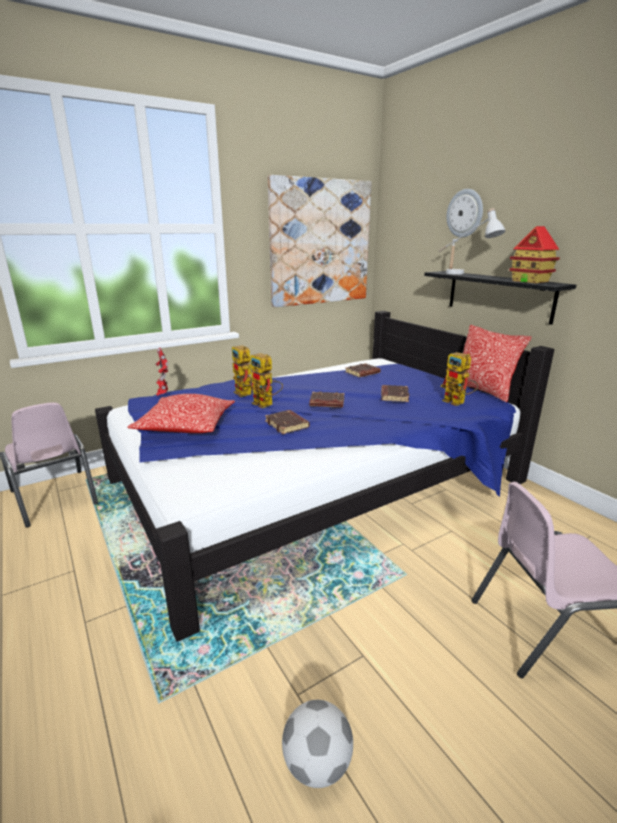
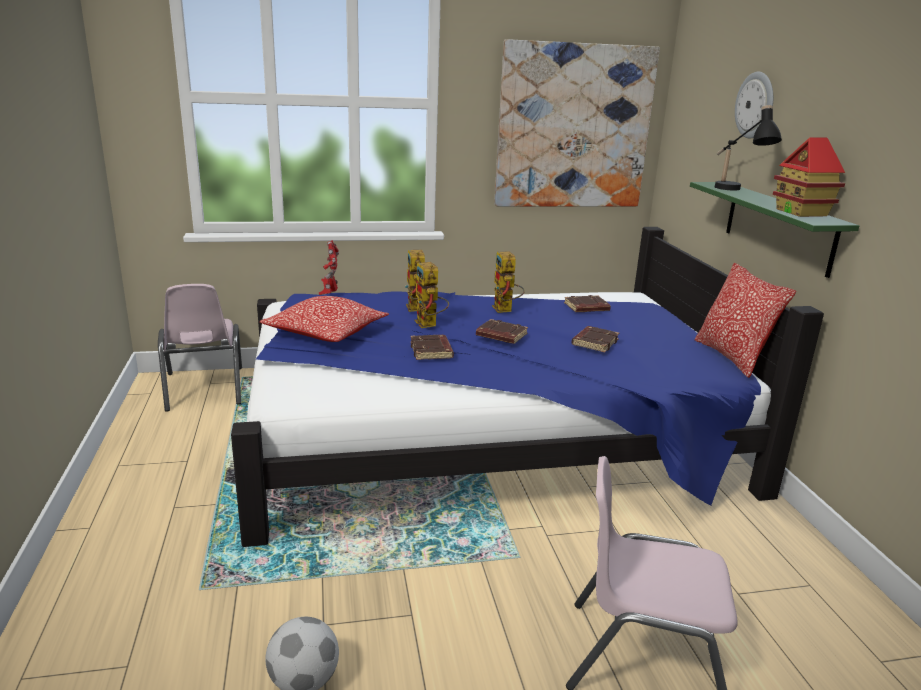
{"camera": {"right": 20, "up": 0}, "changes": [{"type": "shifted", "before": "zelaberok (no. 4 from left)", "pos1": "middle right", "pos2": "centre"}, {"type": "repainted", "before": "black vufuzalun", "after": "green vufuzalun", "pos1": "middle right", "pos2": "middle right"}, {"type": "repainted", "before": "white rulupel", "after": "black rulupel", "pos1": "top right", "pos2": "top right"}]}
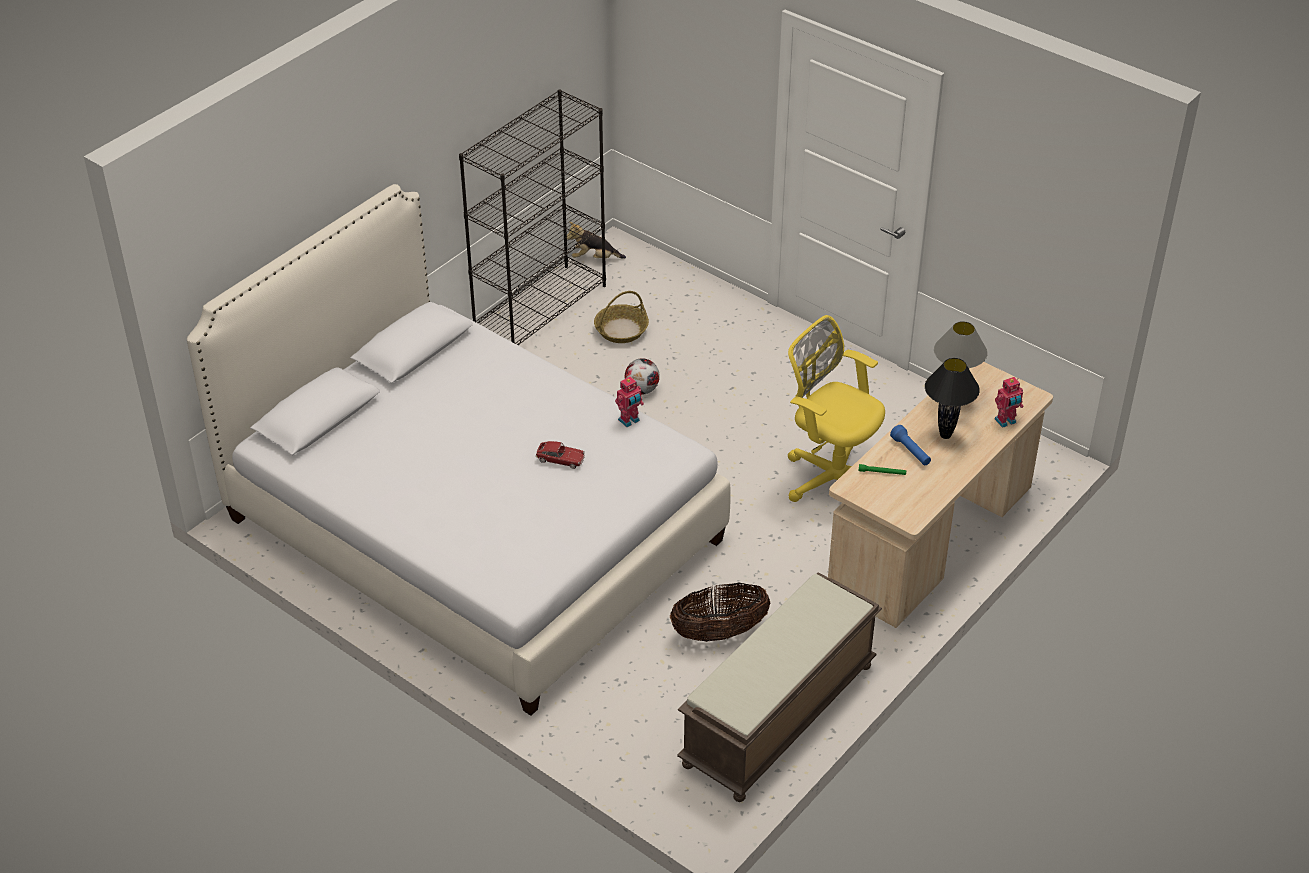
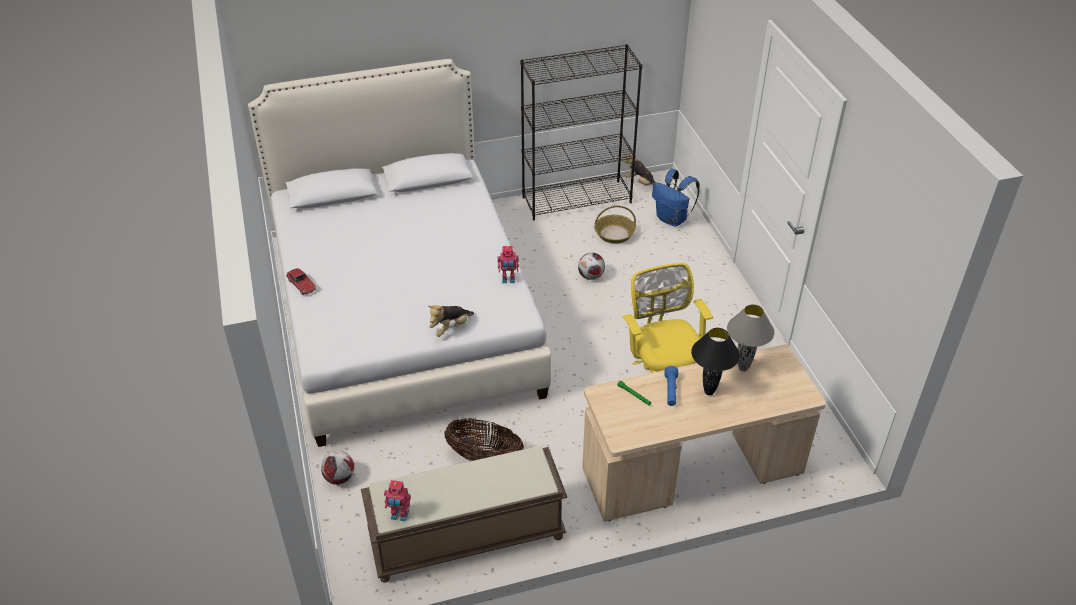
{"camera": {"right": 35, "up": 0}, "changes": [{"type": "shifted", "before": "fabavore", "pos1": "centre", "pos2": "middle left"}, {"type": "new", "after": "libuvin (no. 1 from left)", "pos2": "bottom left"}, {"type": "shifted", "before": "zelaberok (no. 2 from left in the first image)", "after": "zelaberok (no. 1 from left)", "pos1": "middle right", "pos2": "bottom centre"}, {"type": "new", "after": "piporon (no. 1 from left)", "pos2": "centre"}, {"type": "new", "after": "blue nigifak", "pos2": "top centre"}]}
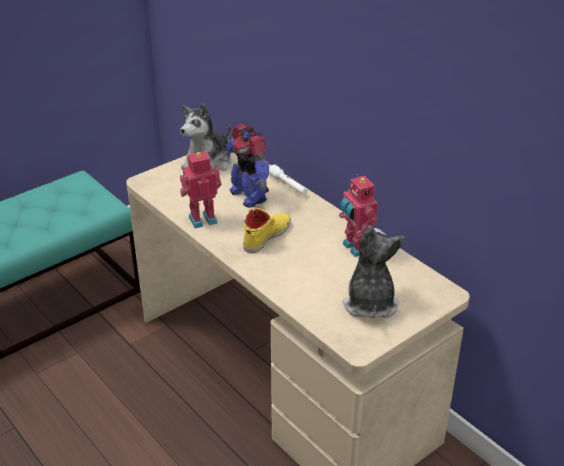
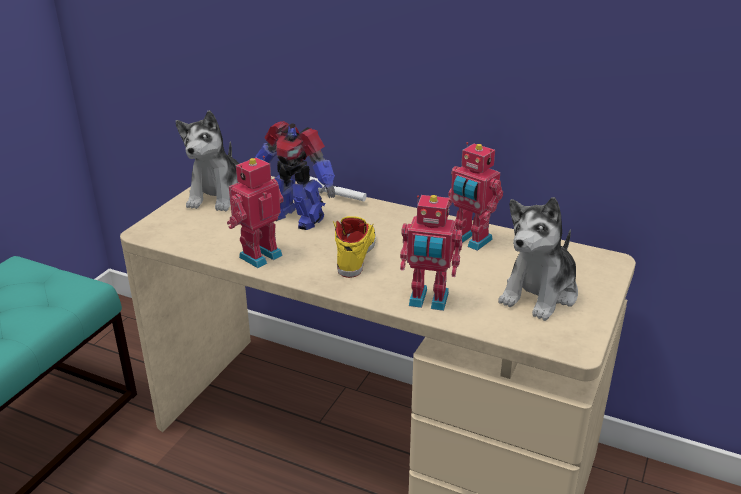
{"camera": {"right": -25, "up": -5}, "changes": [{"type": "new", "after": "zelaberok (no. 3 from left)", "pos2": "centre"}, {"type": "rotated", "before": "piporon (no. 2 from left)", "pos1": "centre", "pos2": "middle right", "turn": -120}]}
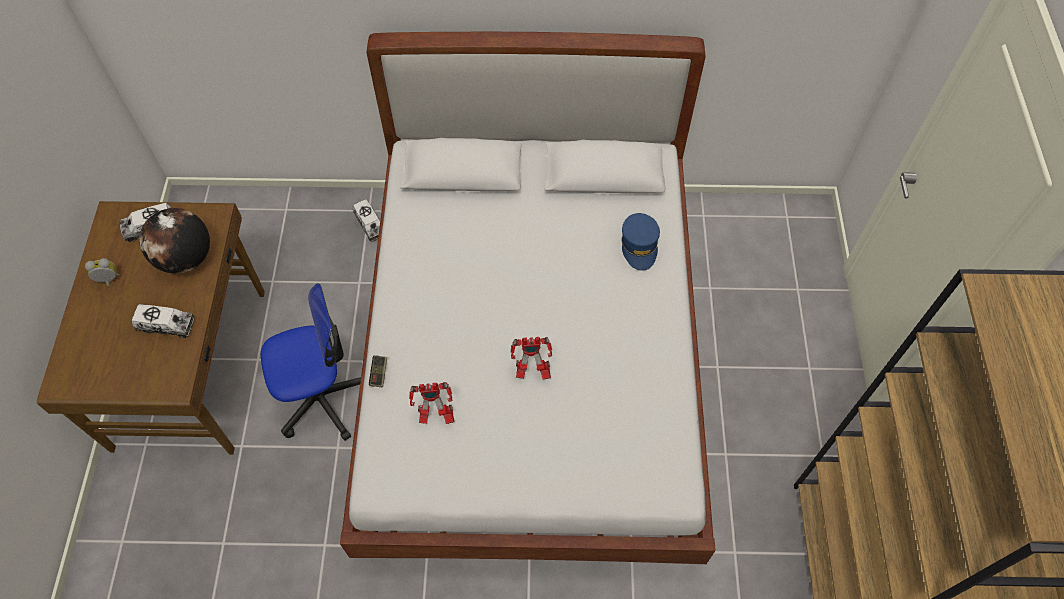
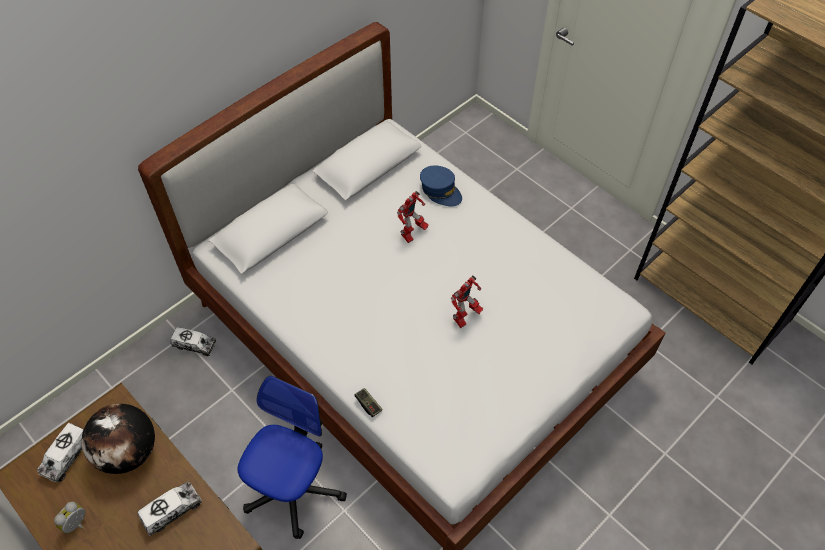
{"camera": {"right": -45, "up": -5}, "changes": [{"type": "shifted", "before": "zelaberok (no. 1 from left)", "pos1": "bottom centre", "pos2": "centre"}]}
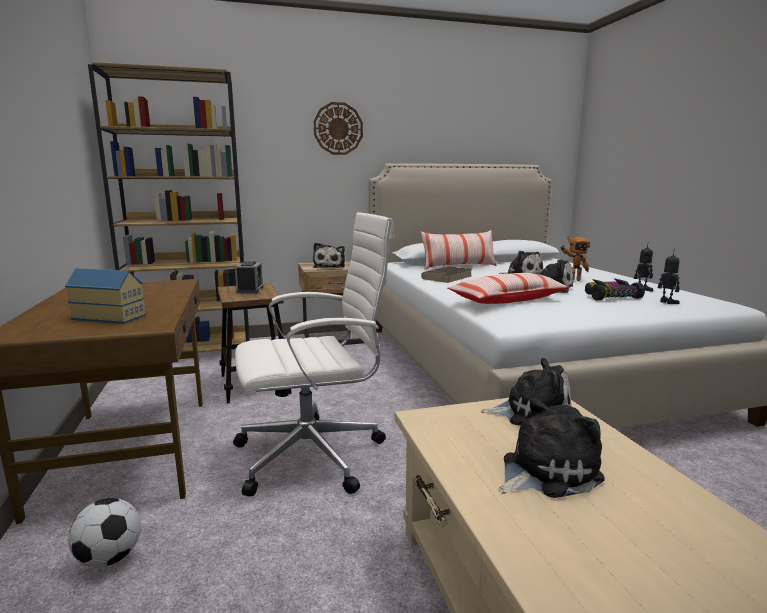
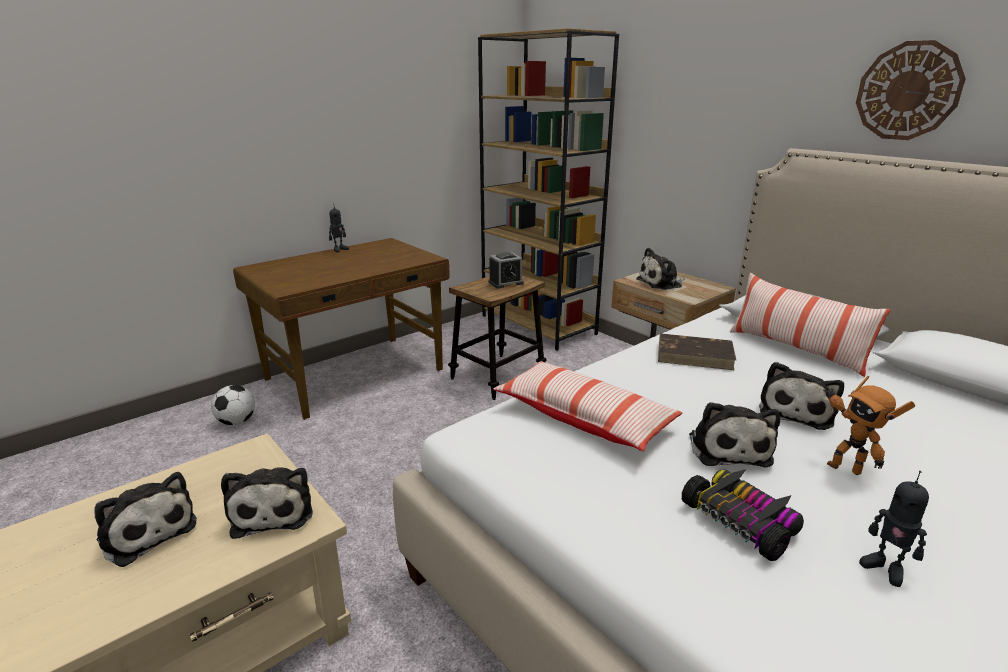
{"camera": {"right": 65, "up": 10}, "changes": [{"type": "shifted", "before": "zelaberok (no. 3 from left in the first image)", "after": "zelaberok (no. 1 from left)", "pos1": "middle right", "pos2": "centre"}, {"type": "shifted", "before": "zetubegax", "pos1": "top centre", "pos2": "top right"}, {"type": "gone", "before": "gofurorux", "pos1": "middle left"}, {"type": "gone", "before": "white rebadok", "pos1": "centre"}]}
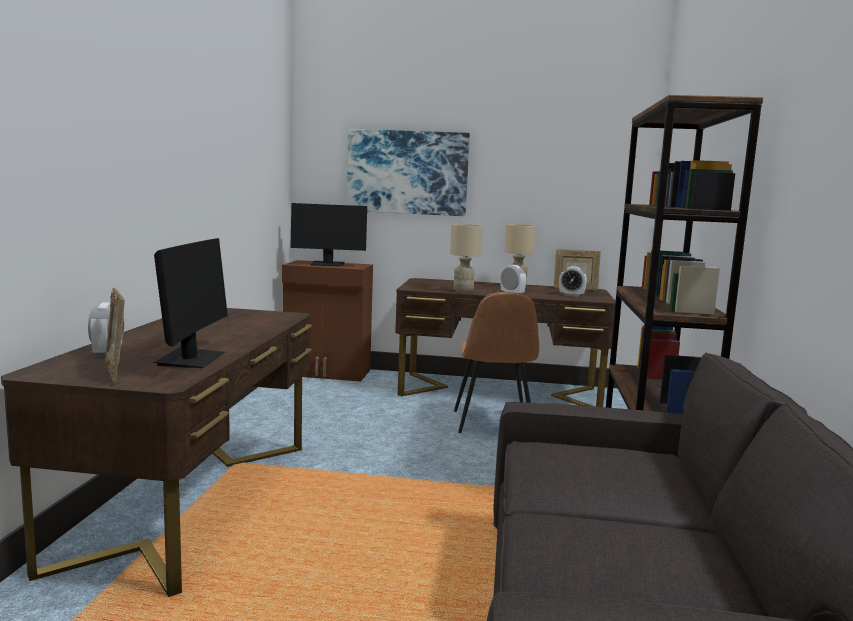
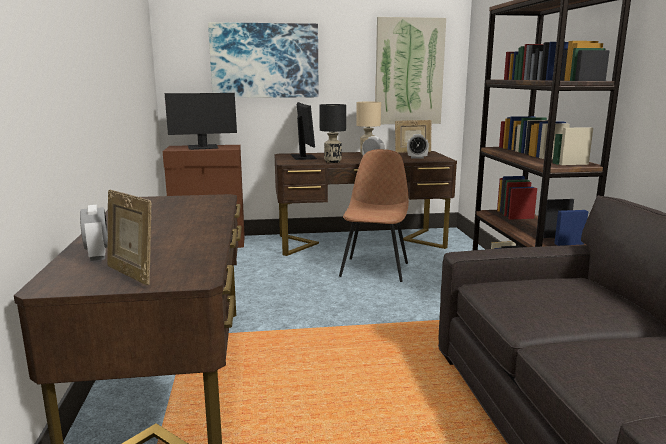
{"camera": {"right": -15, "up": 5}, "changes": [{"type": "shifted", "before": "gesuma (no. 1 from left in the first image)", "after": "gesuma (no. 2 from left)", "pos1": "middle left", "pos2": "top centre"}, {"type": "repainted", "before": "beige rulupel (no. 1 from left)", "after": "black rulupel", "pos1": "centre", "pos2": "top centre"}, {"type": "rotated", "before": "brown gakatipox", "pos1": "centre", "pos2": "centre", "turn": -150}, {"type": "new", "after": "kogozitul (no. 2 from left)", "pos2": "top centre"}]}
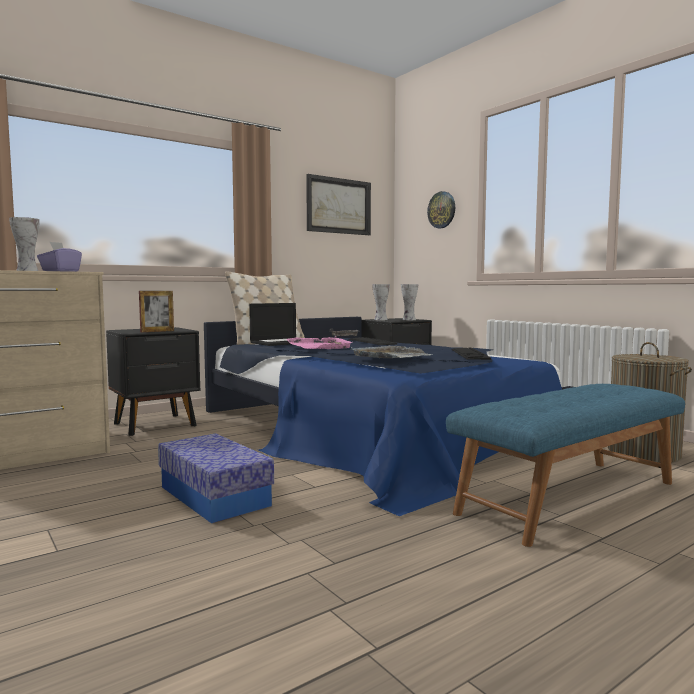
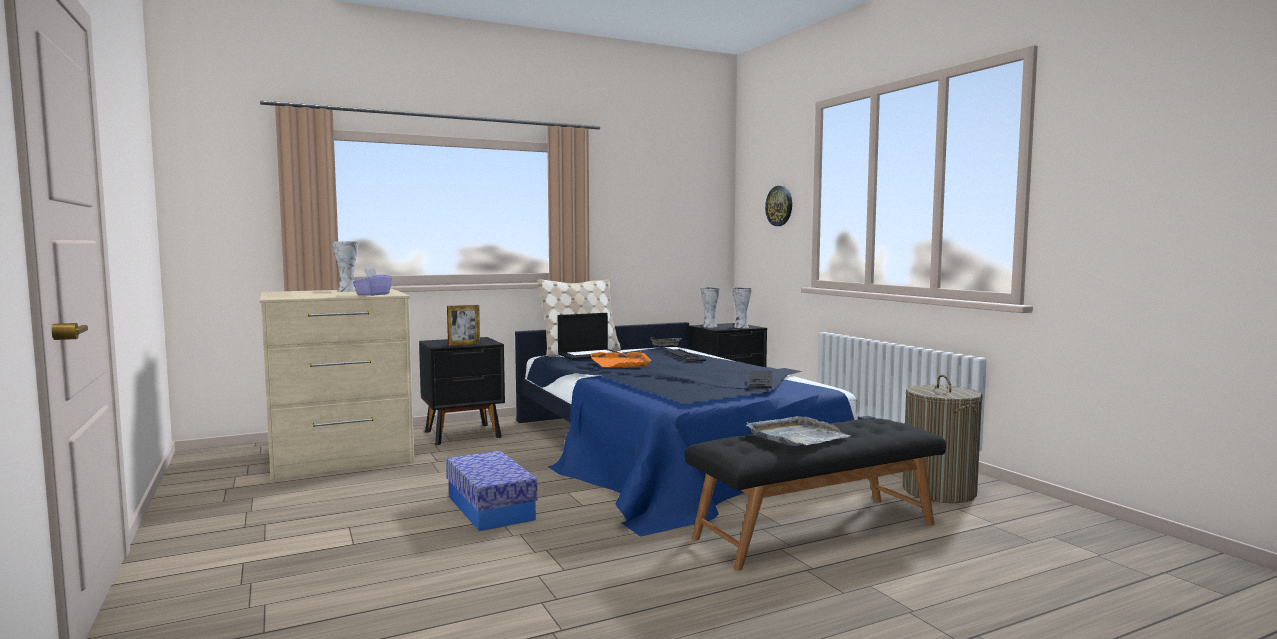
{"camera": {"right": 10, "up": 0}, "changes": [{"type": "repainted", "before": "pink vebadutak", "after": "orange vebadutak", "pos1": "centre", "pos2": "centre"}, {"type": "repainted", "before": "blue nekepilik", "after": "black nekepilik", "pos1": "bottom right", "pos2": "bottom centre"}, {"type": "shifted", "before": "grey vebadutak (no. 2 from left)", "pos1": "centre", "pos2": "bottom centre"}, {"type": "gone", "before": "kogozitul", "pos1": "top centre"}]}
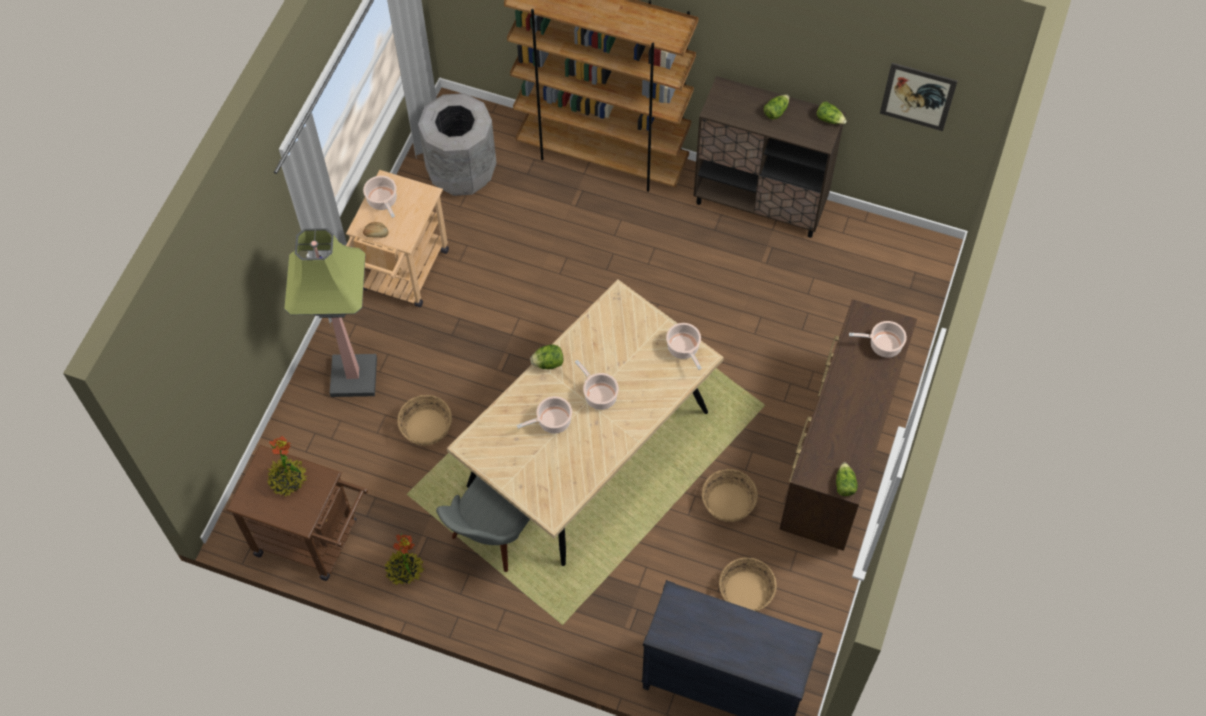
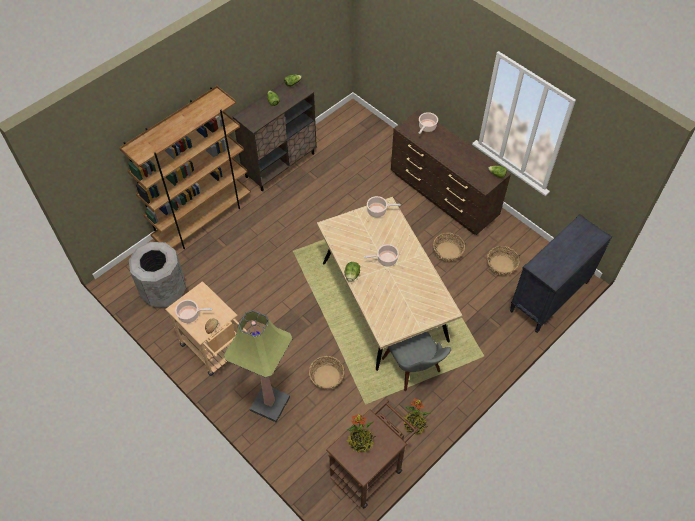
{"camera": {"right": -65, "up": -5}, "changes": [{"type": "gone", "before": "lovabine (no. 2 from left)", "pos1": "centre"}, {"type": "gone", "before": "kogozitul", "pos1": "top right"}]}
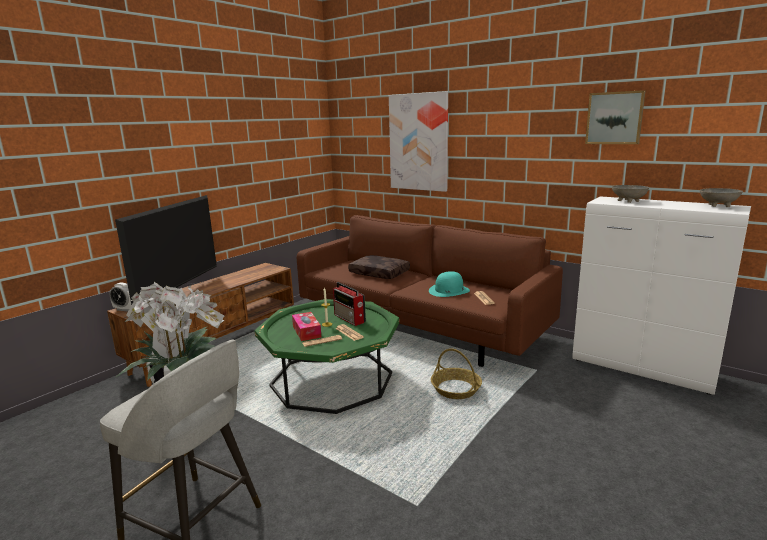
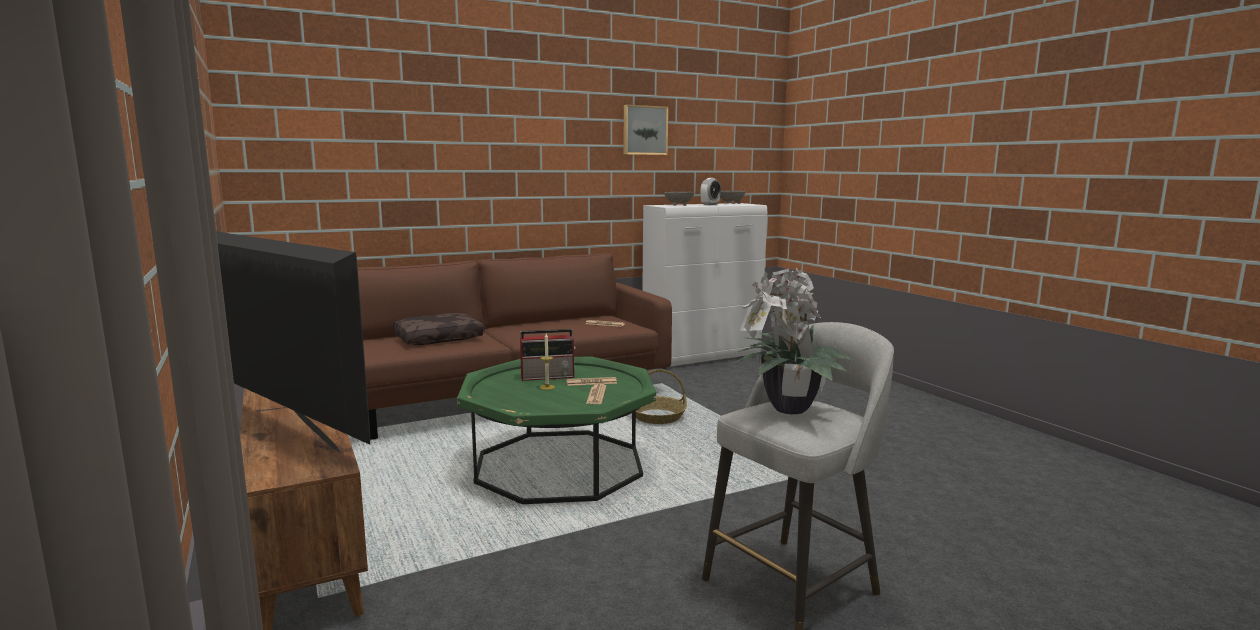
{"camera": {"right": -65, "up": -5}, "changes": [{"type": "shifted", "before": "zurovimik", "pos1": "middle left", "pos2": "top centre"}, {"type": "gone", "before": "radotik", "pos1": "centre"}, {"type": "gone", "before": "kogozitul (no. 1 from left)", "pos1": "top centre"}, {"type": "gone", "before": "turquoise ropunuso", "pos1": "centre"}]}
